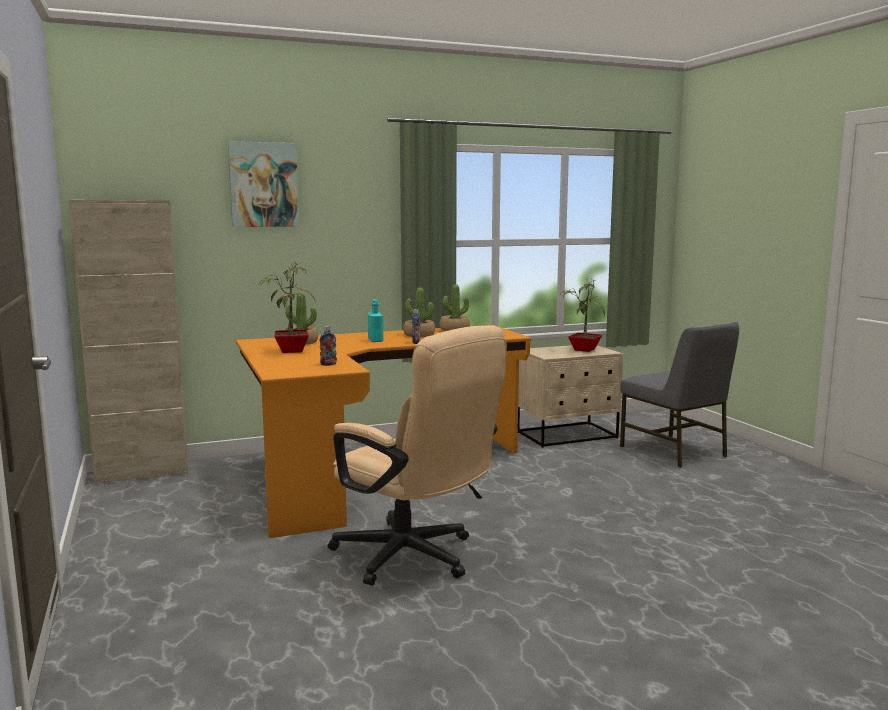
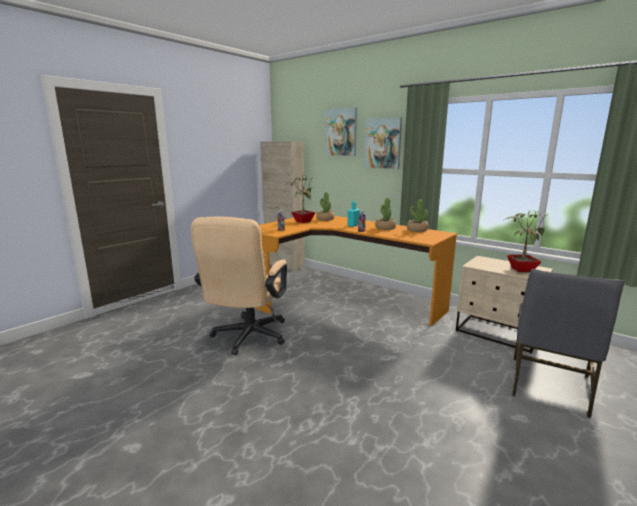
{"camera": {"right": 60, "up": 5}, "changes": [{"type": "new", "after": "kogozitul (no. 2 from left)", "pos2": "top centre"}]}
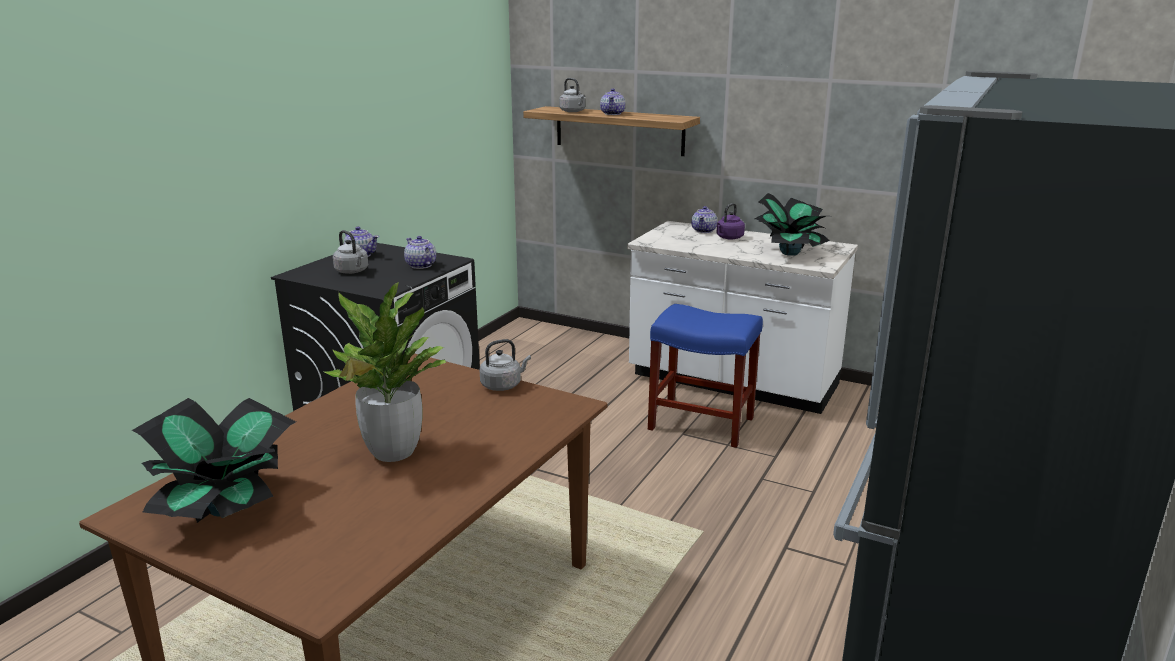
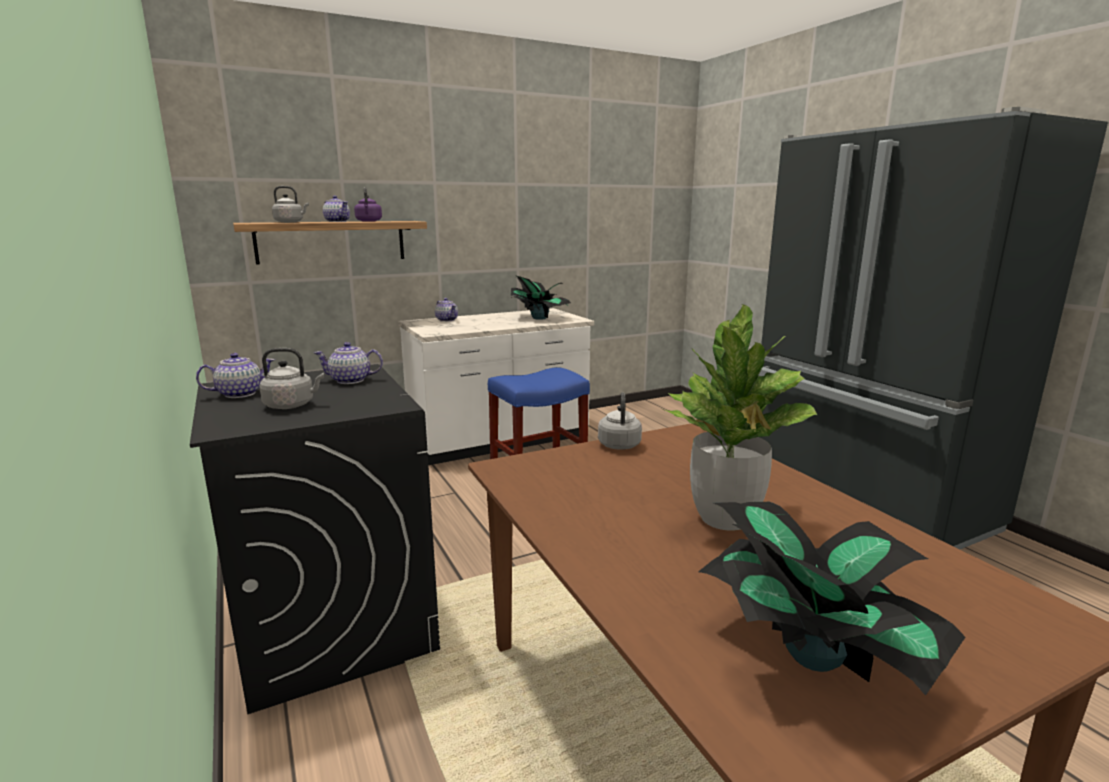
{"camera": {"right": -55, "up": -5}, "changes": [{"type": "shifted", "before": "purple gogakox", "pos1": "centre", "pos2": "top left"}]}
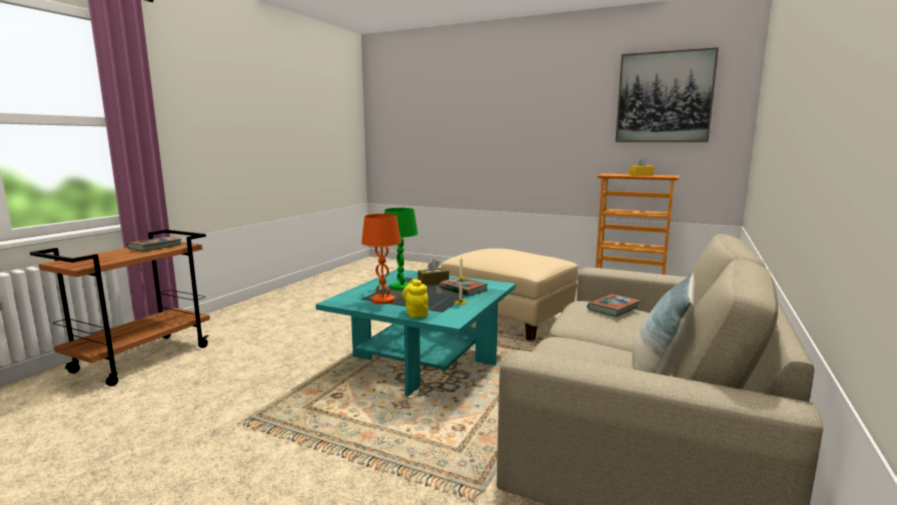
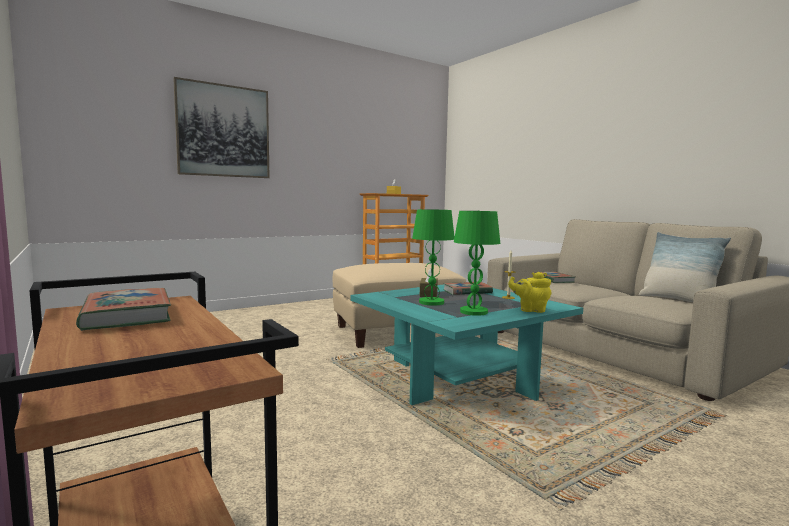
{"camera": {"right": -60, "up": -5}, "changes": [{"type": "shifted", "before": "kogozitul", "pos1": "top right", "pos2": "top left"}, {"type": "repainted", "before": "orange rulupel", "after": "green rulupel (no. 2 from left)", "pos1": "centre", "pos2": "centre"}]}
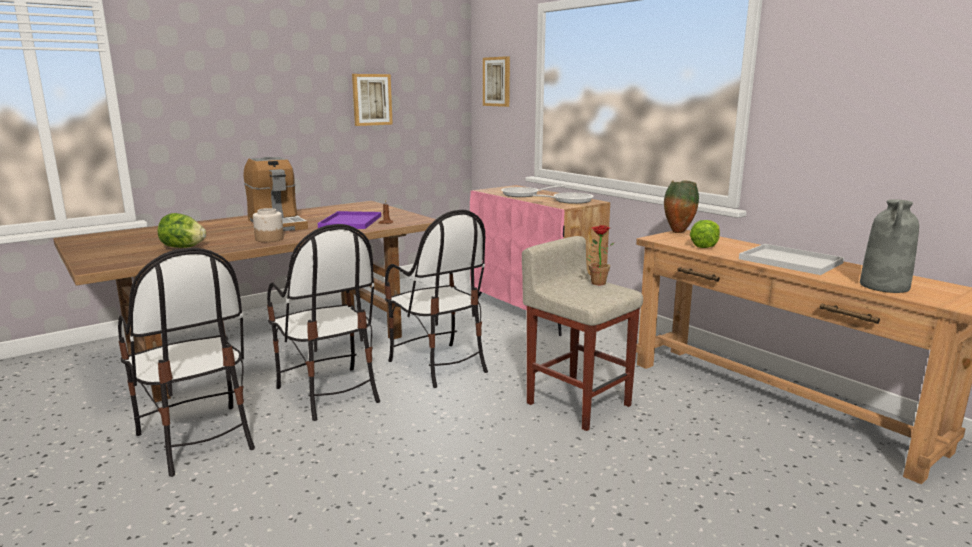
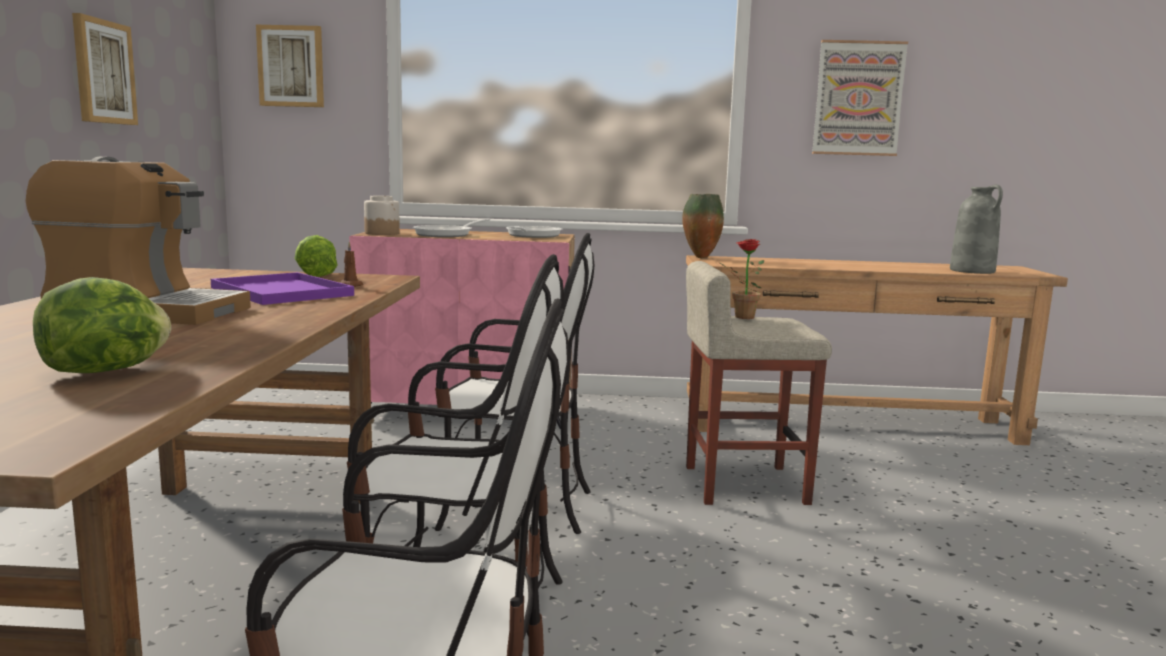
{"camera": {"right": -50, "up": -5}, "changes": [{"type": "shifted", "before": "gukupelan (no. 2 from left)", "pos1": "middle right", "pos2": "middle left"}, {"type": "shifted", "before": "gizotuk", "pos1": "middle left", "pos2": "top left"}, {"type": "new", "after": "kogozitul (no. 3 from left)", "pos2": "top right"}, {"type": "gone", "before": "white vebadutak", "pos1": "middle right"}]}
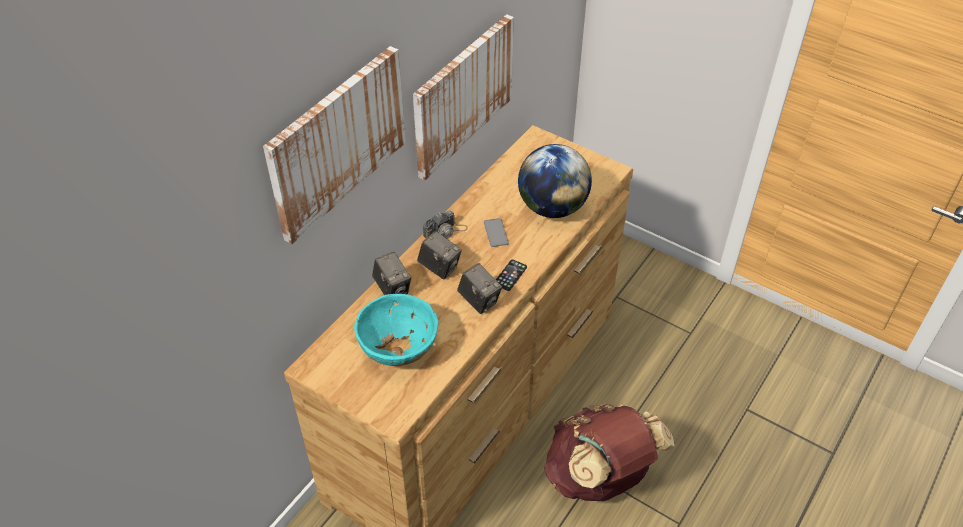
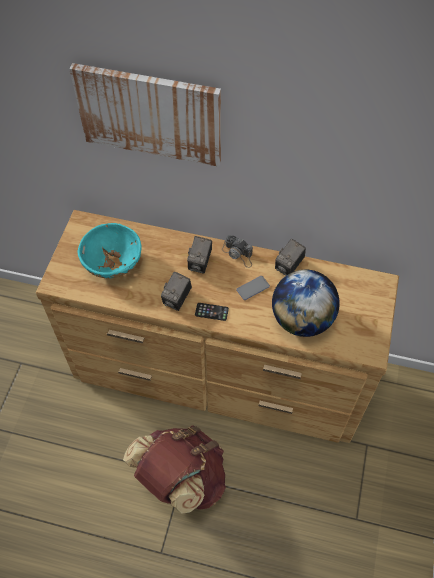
{"camera": {"right": 70, "up": 10}, "changes": [{"type": "shifted", "before": "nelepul (no. 1 from left in the first image)", "after": "nelepul (no. 4 from left)", "pos1": "centre", "pos2": "middle right"}, {"type": "gone", "before": "kogozitul (no. 2 from left)", "pos1": "top centre"}]}
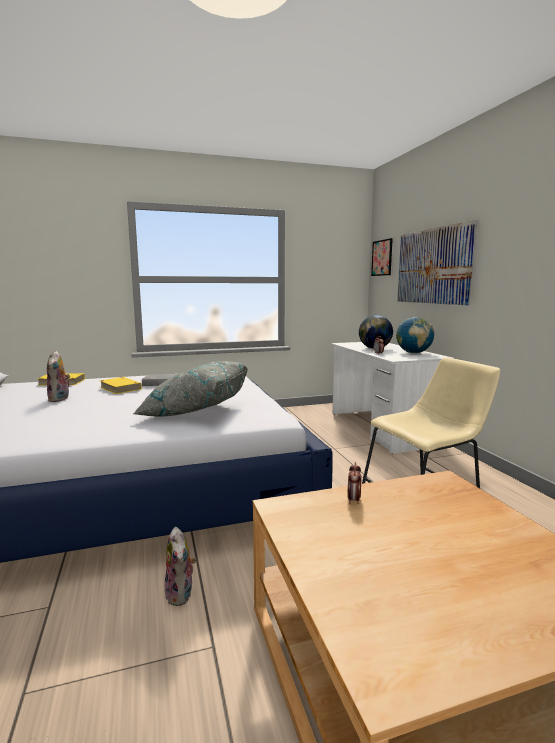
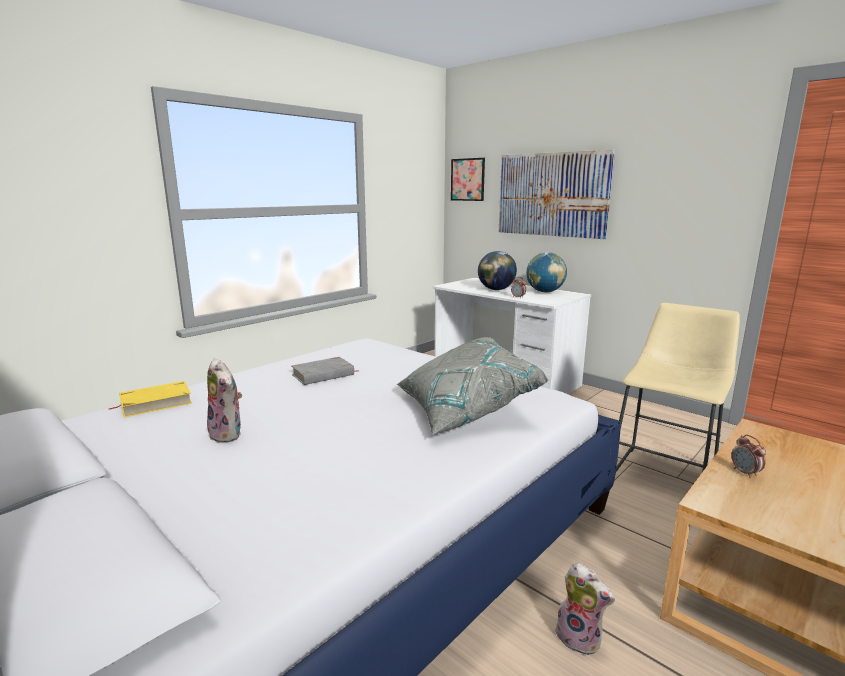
{"camera": {"right": -30, "up": 5}, "changes": [{"type": "gone", "before": "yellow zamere (no. 2 from left)", "pos1": "middle left"}]}
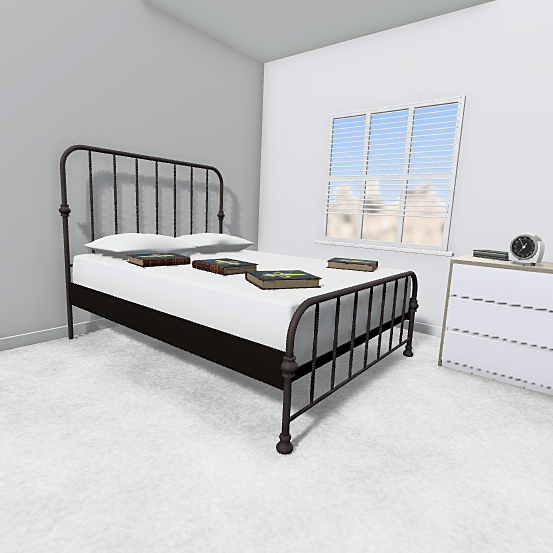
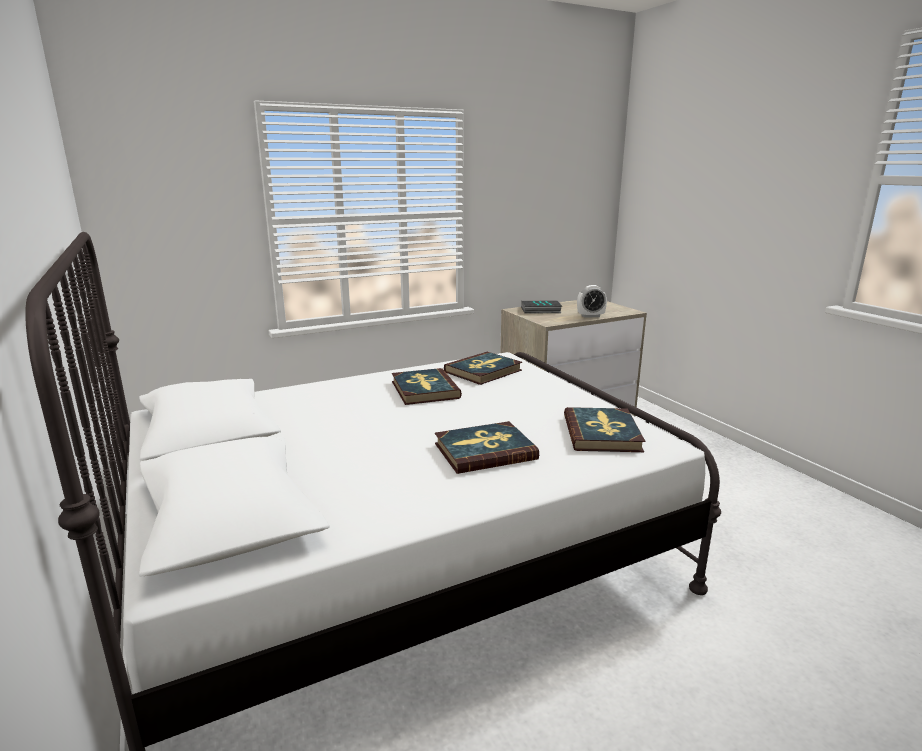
{"camera": {"right": -65, "up": 10}, "changes": [{"type": "shifted", "before": "zamere (no. 1 from left)", "pos1": "middle left", "pos2": "centre"}]}
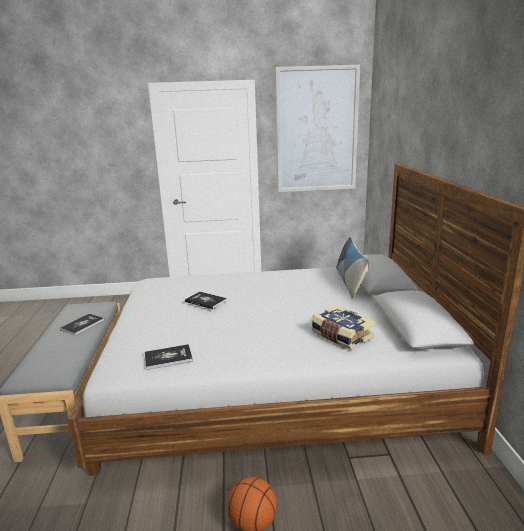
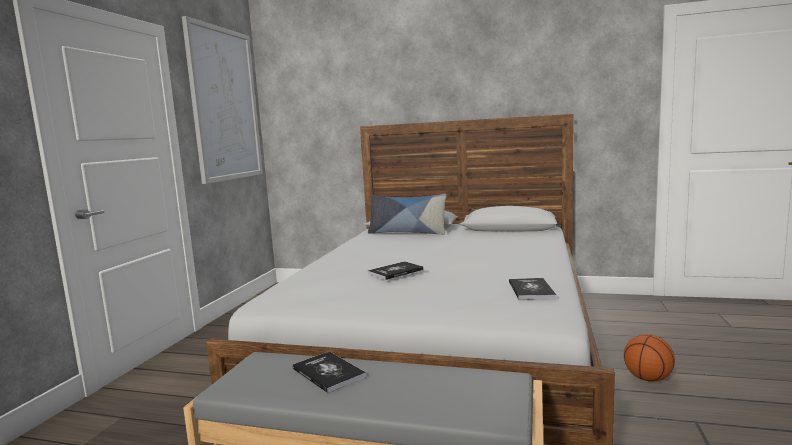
{"camera": {"right": -70, "up": -10}, "changes": [{"type": "gone", "before": "zamere (no. 4 from left)", "pos1": "centre"}]}
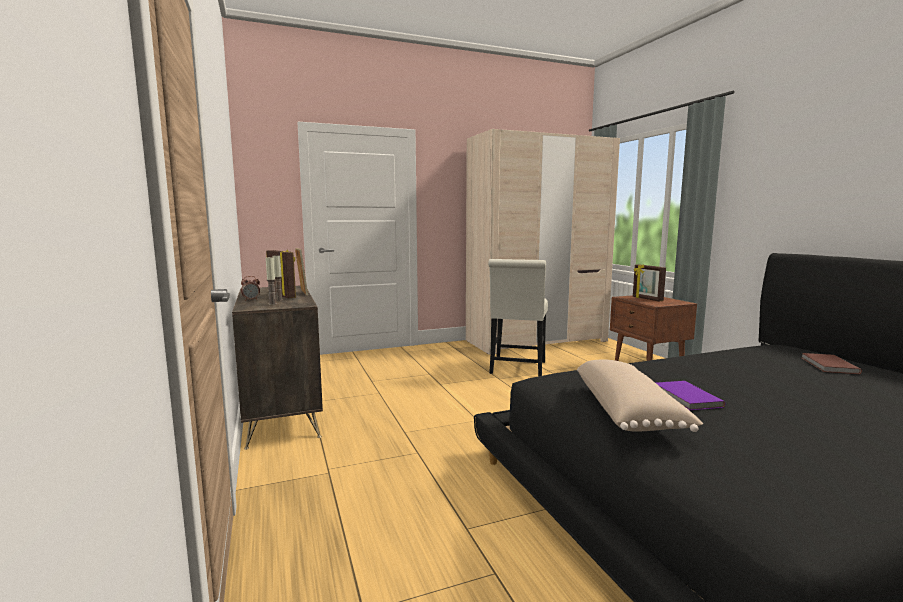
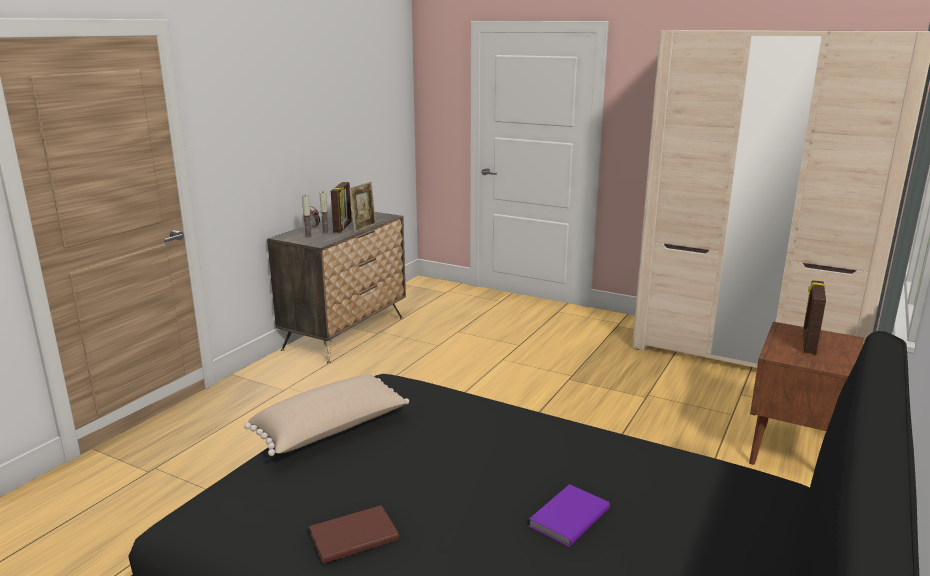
{"camera": {"right": 50, "up": 10}, "changes": [{"type": "shifted", "before": "brown zamere", "pos1": "middle right", "pos2": "bottom centre"}, {"type": "shifted", "before": "purple zamere", "pos1": "middle right", "pos2": "bottom centre"}, {"type": "gone", "before": "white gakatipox", "pos1": "centre"}]}
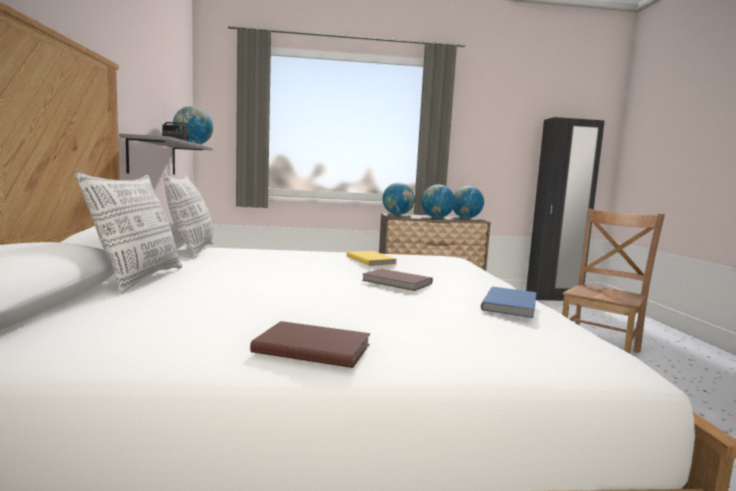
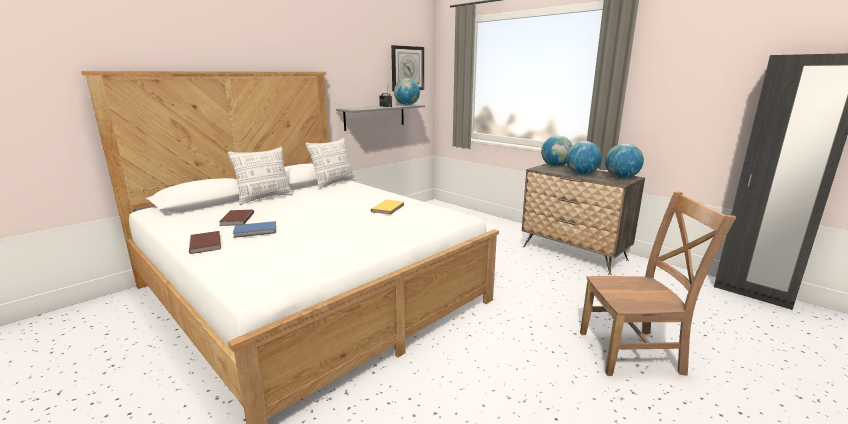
{"camera": {"right": 50, "up": 10}, "changes": [{"type": "shifted", "before": "brown zamere (no. 2 from left)", "pos1": "centre", "pos2": "middle left"}, {"type": "shifted", "before": "blue zamere", "pos1": "middle right", "pos2": "middle left"}, {"type": "new", "after": "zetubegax", "pos2": "top centre"}]}
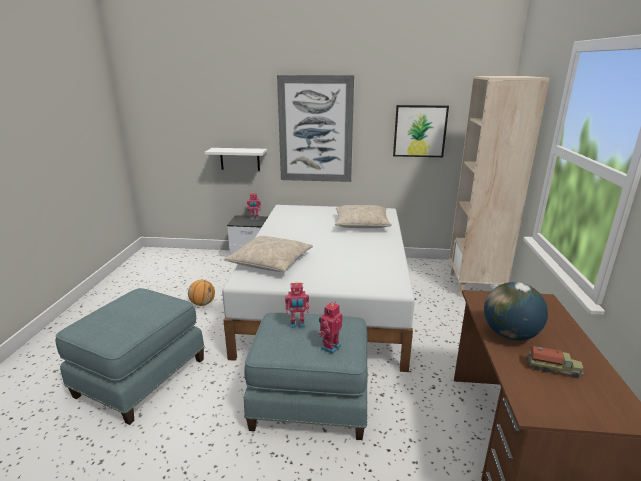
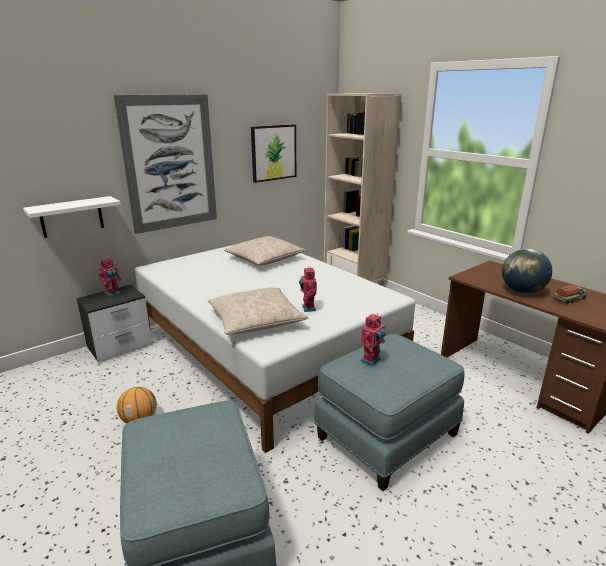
{"camera": {"right": -45, "up": 0}, "changes": [{"type": "shifted", "before": "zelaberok (no. 3 from left in the first image)", "after": "zelaberok (no. 2 from left)", "pos1": "bottom centre", "pos2": "centre"}]}
